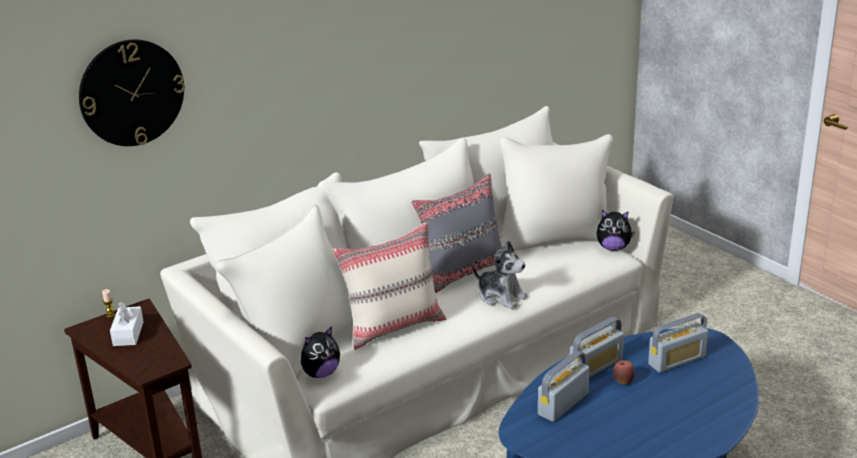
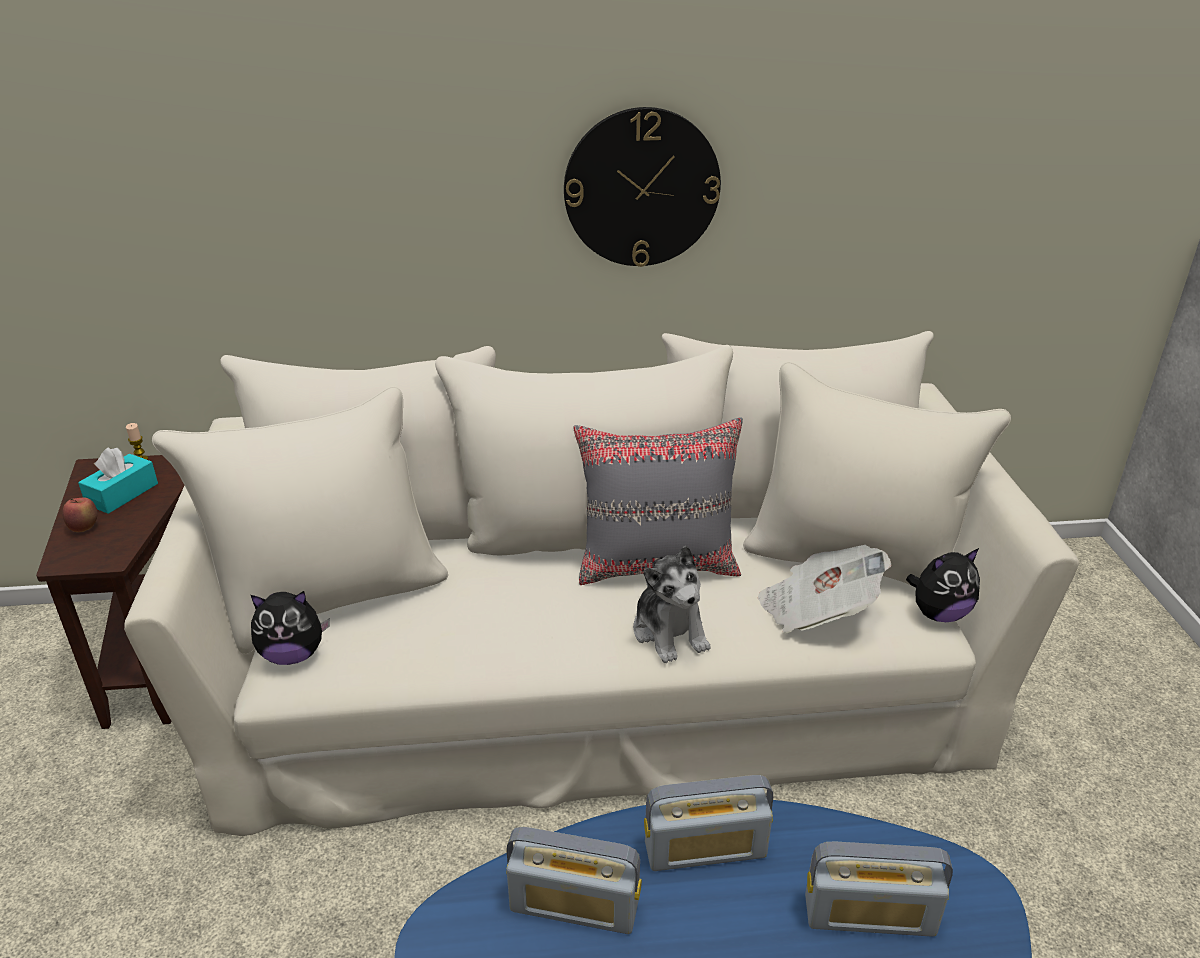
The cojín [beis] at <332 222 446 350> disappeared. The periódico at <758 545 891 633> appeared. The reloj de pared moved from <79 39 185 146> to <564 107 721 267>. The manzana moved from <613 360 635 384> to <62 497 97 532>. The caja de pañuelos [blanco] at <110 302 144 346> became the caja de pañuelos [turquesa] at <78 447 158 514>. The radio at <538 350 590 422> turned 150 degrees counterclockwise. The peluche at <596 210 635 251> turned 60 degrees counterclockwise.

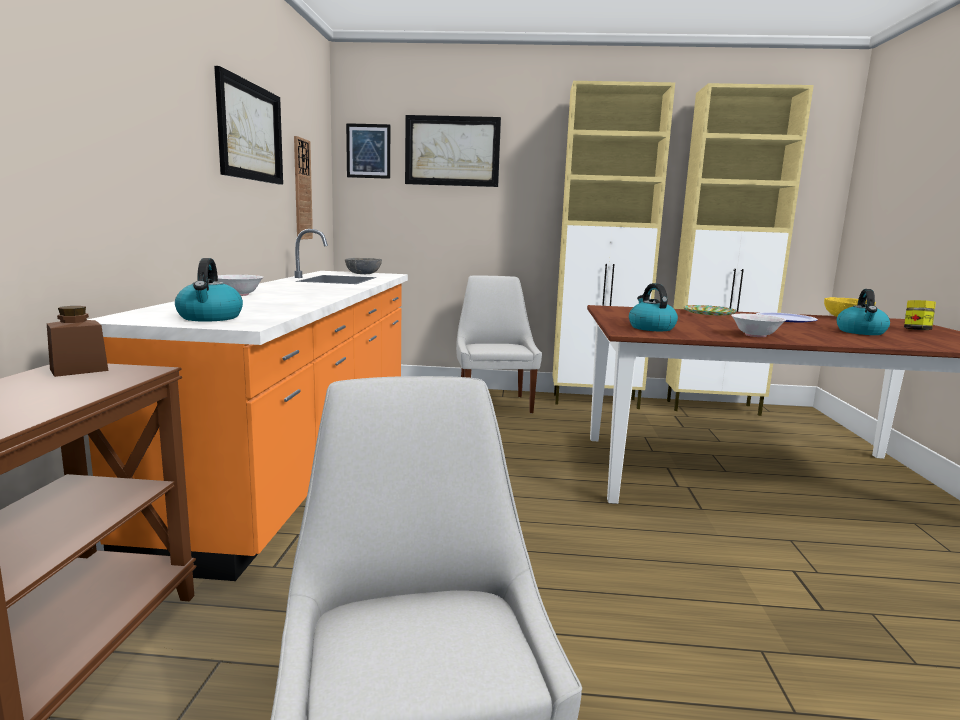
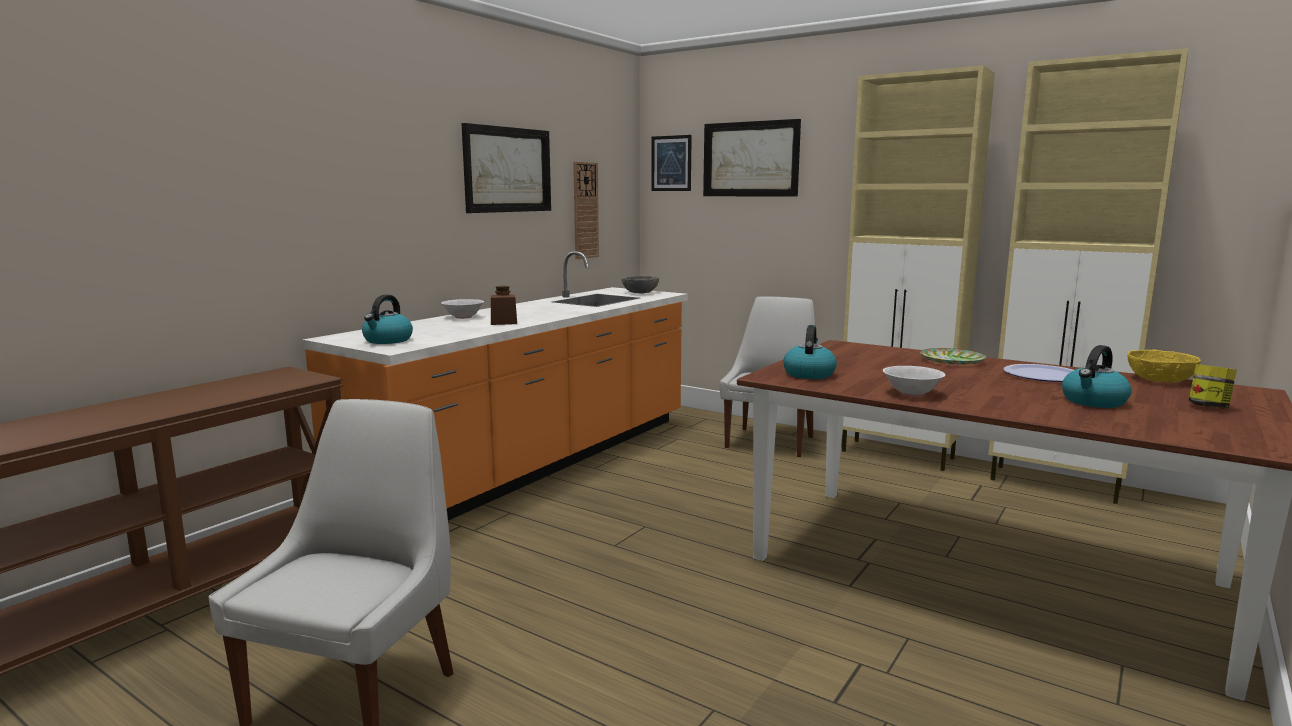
The tarro [marrón] moved from <47 306 108 377> to <491 286 517 325>.

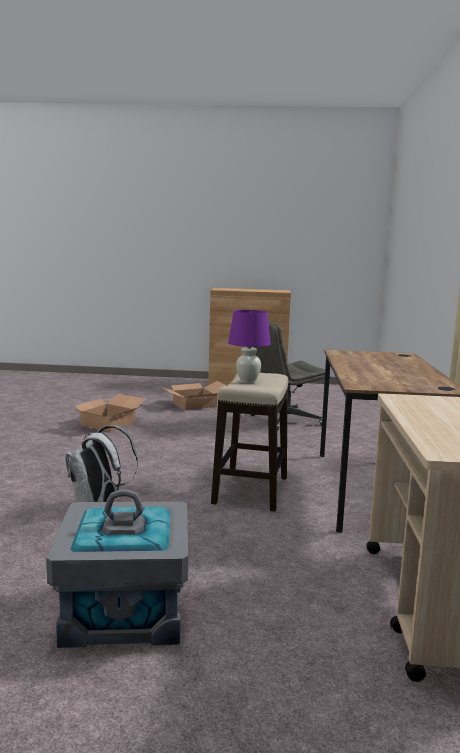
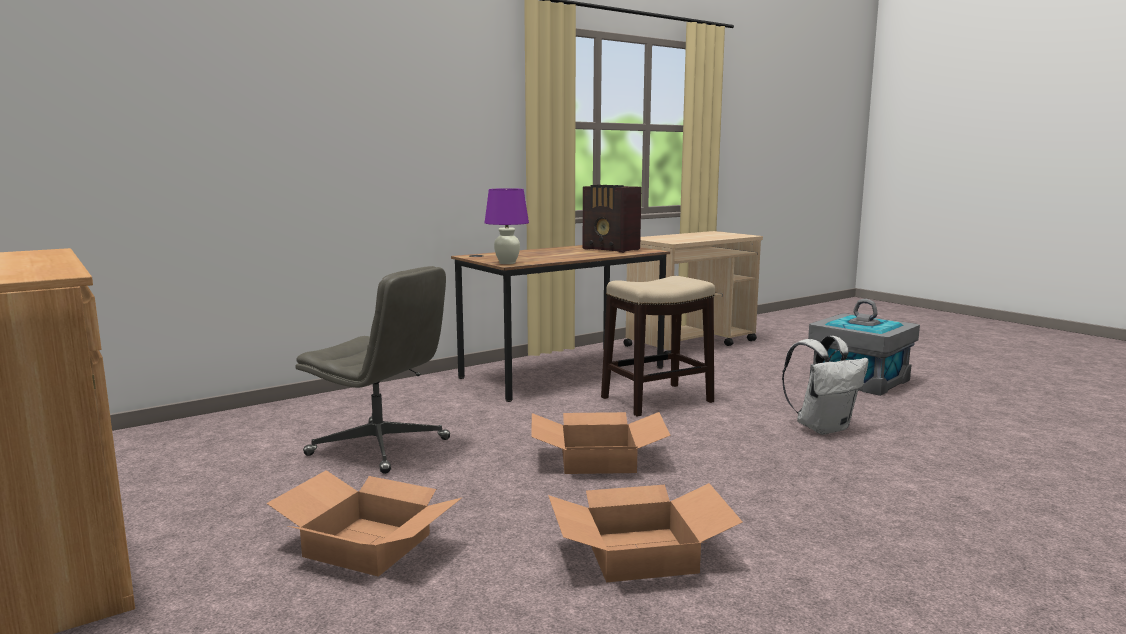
The caja de cartón at <531 412 671 474> appeared. The radio at <583 185 642 253> appeared. The lámpara de mesa [morado] moved from <228 310 271 383> to <484 188 529 264>.

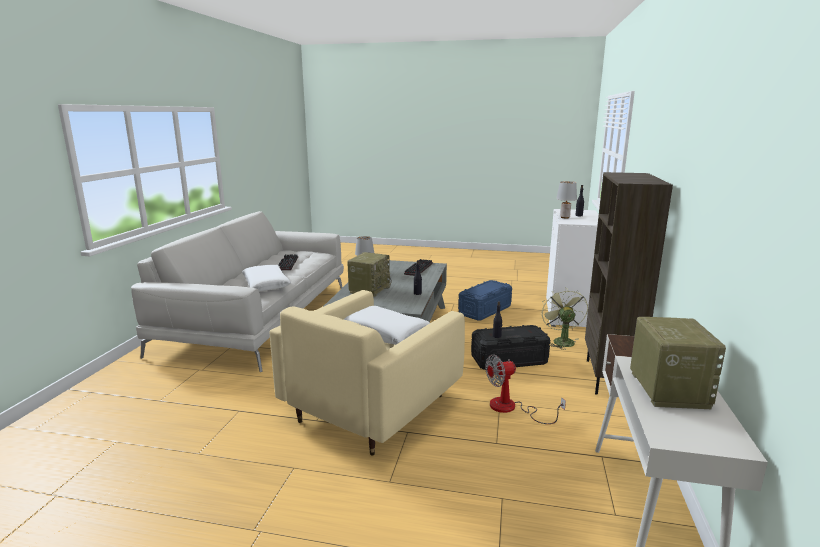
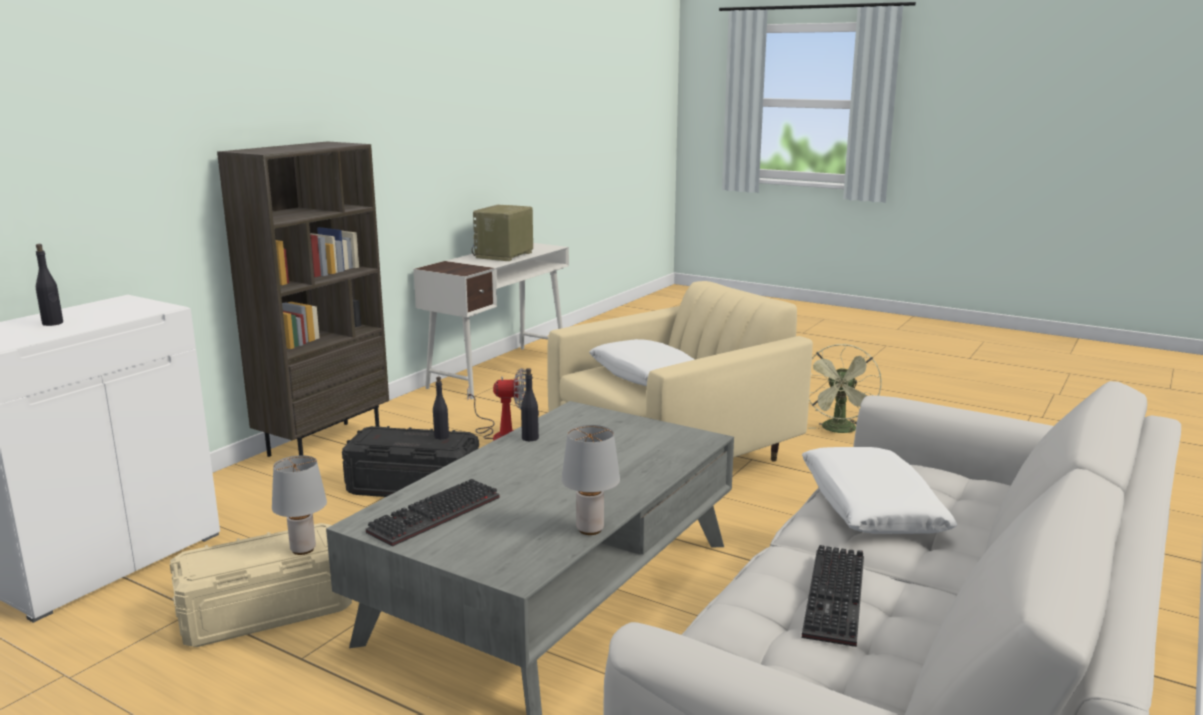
The radio at <347 252 392 297> disappeared. The ventilador [verde] moved from <541 287 588 350> to <809 344 882 433>. The lámpara de mesa [gris] moved from <556 181 577 218> to <272 455 327 555>. The caja de almacenaje [azul] at <458 280 512 320> became the caja de almacenaje [beis] at <170 523 352 647>.

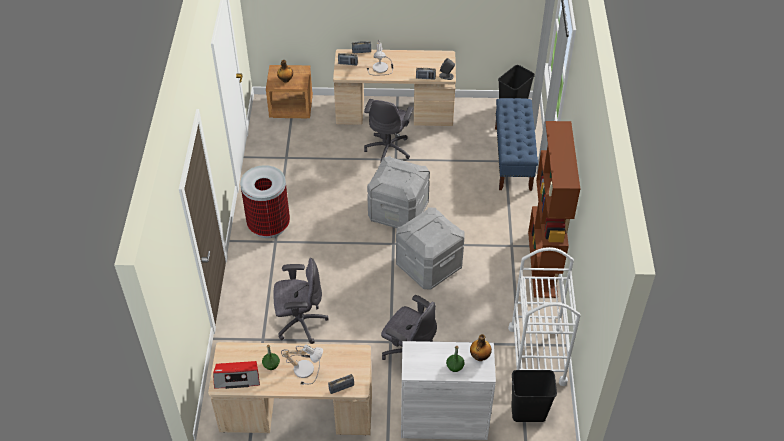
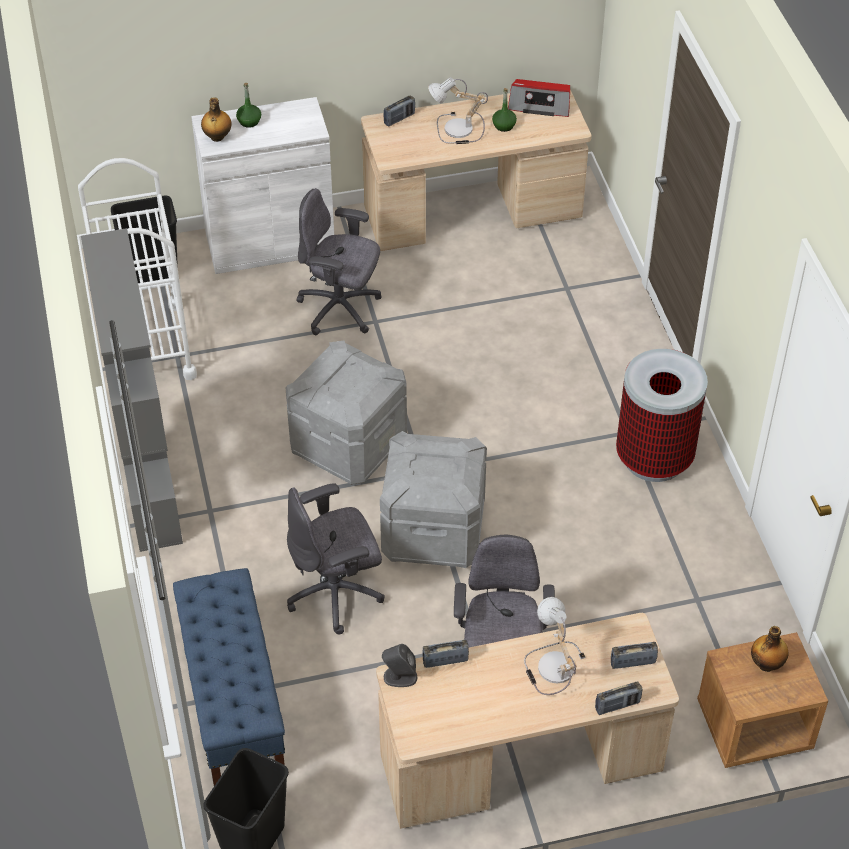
The silla de oficina [gris] moved from <274 258 329 344> to <287 483 385 634>. The estantería [marrón] at <528 121 580 298> became the estantería [gris] at <81 228 183 552>. The radio at <213 361 260 389> turned 150 degrees counterclockwise.

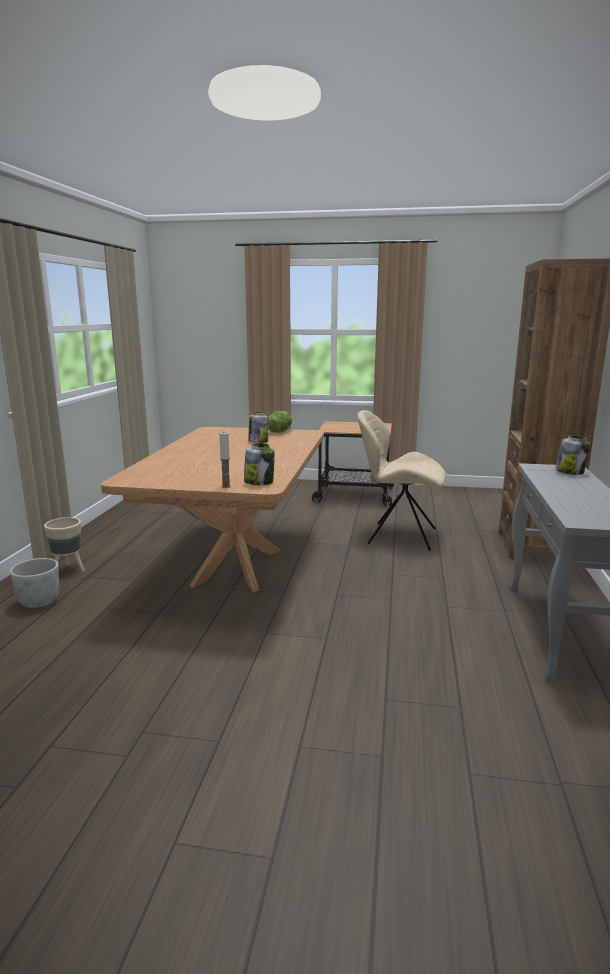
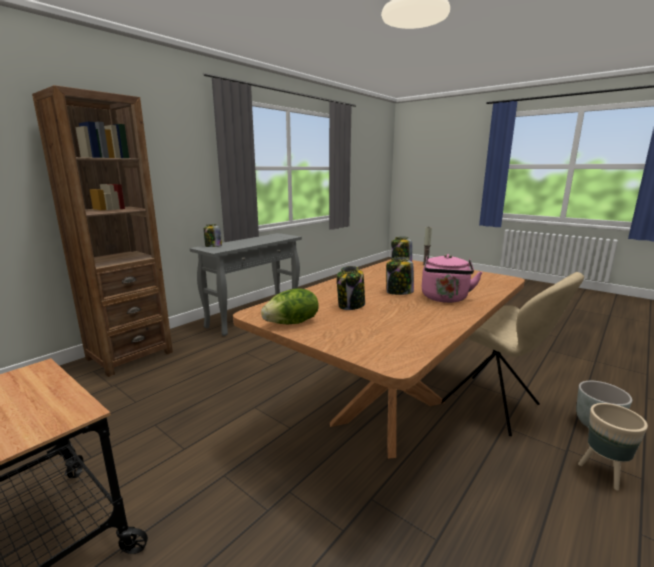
The tarro at <386 257 414 295> appeared. The hervidor [rosa] at <422 254 483 303> appeared. The silla [beis] moved from <357 410 446 551> to <441 272 584 436>.

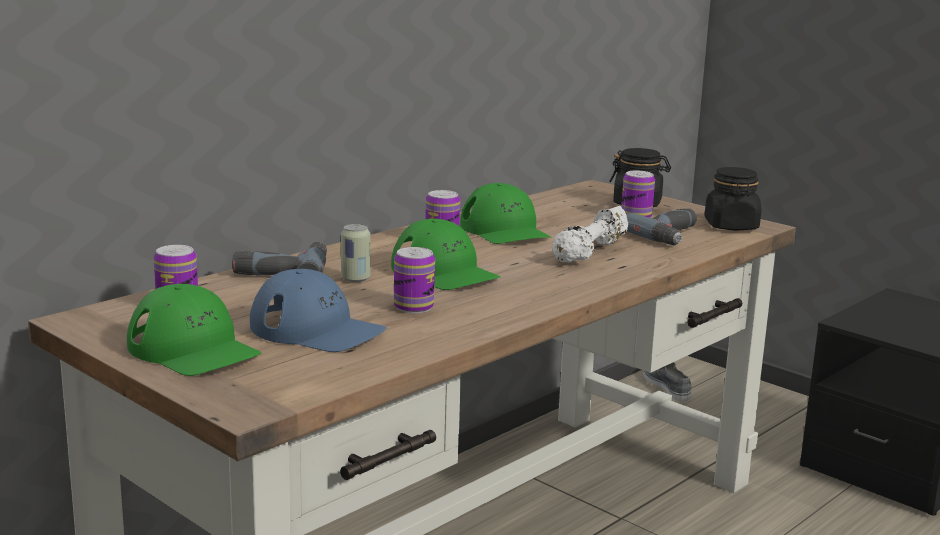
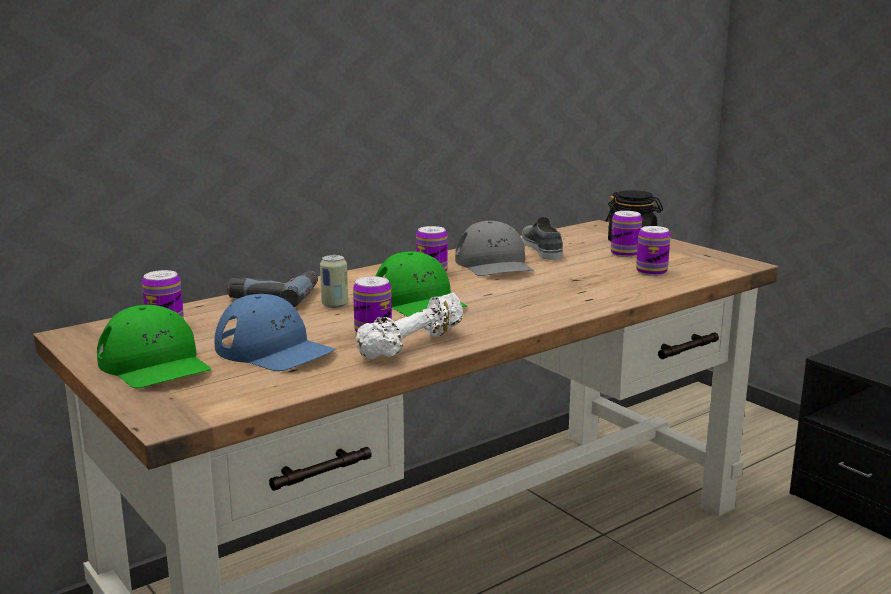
The tarro [negro] at <704 167 761 230> disappeared. The mancuerna [blanco] moved from <552 206 628 263> to <356 293 463 359>. The zapato [gris] moved from <642 362 692 402> to <522 217 563 260>. The taladro at <626 208 696 245> was replaced by the lata at <636 226 670 276>. The gorra [verde] at <460 183 551 244> became the gorra [gris] at <455 221 534 276>.

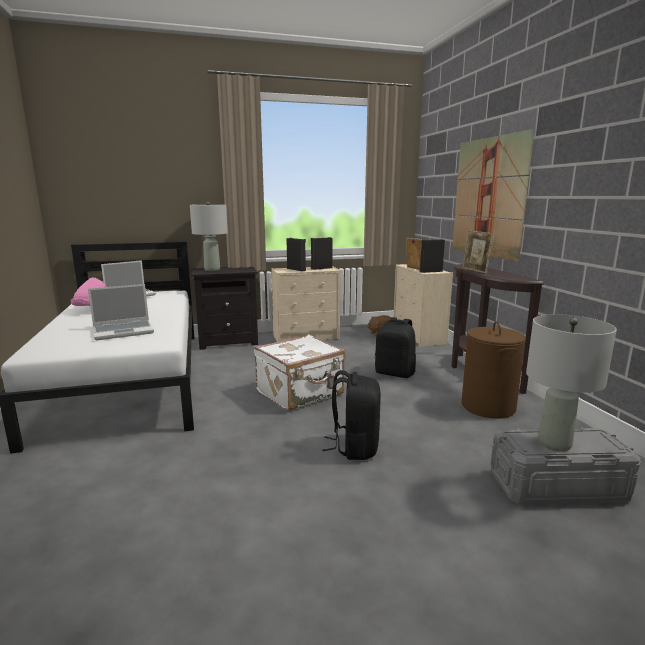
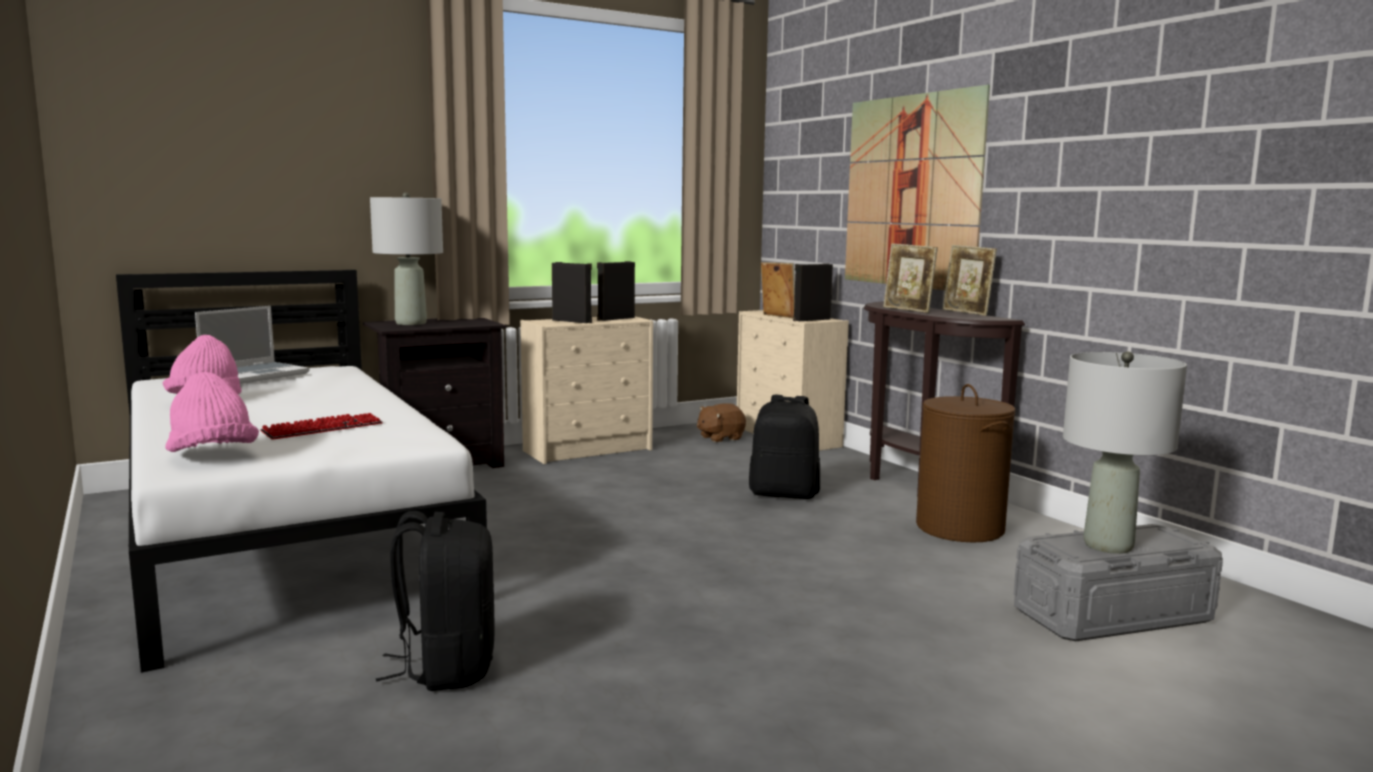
The maleta [blanco] at <254 334 345 411> disappeared. The sombrero [rosa] at <165 372 259 452> appeared. The portarretratos at <943 245 997 316> appeared. The mochila [negro] moved from <322 370 381 460> to <376 511 495 691>. The portátil at <88 284 154 340> was replaced by the teclado at <260 413 383 440>.

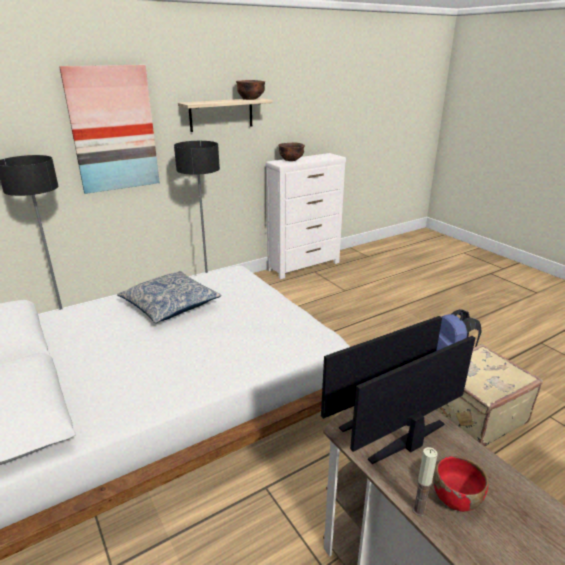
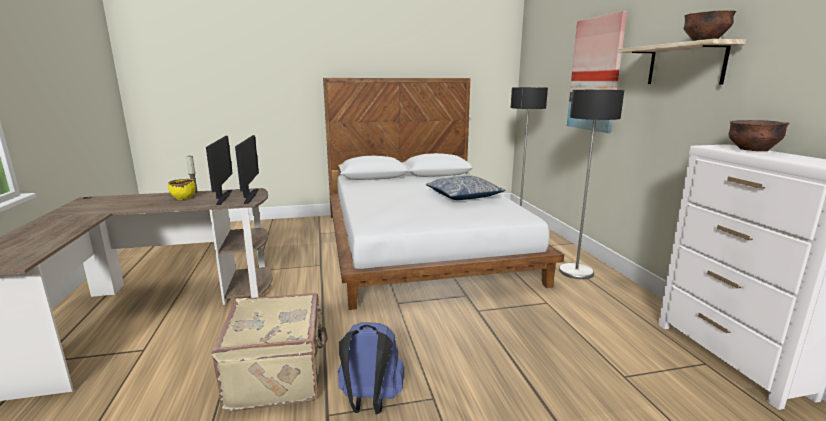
The cuenco [rojo] at <433 456 489 512> became the cuenco [amarillo] at <168 179 196 200>.

